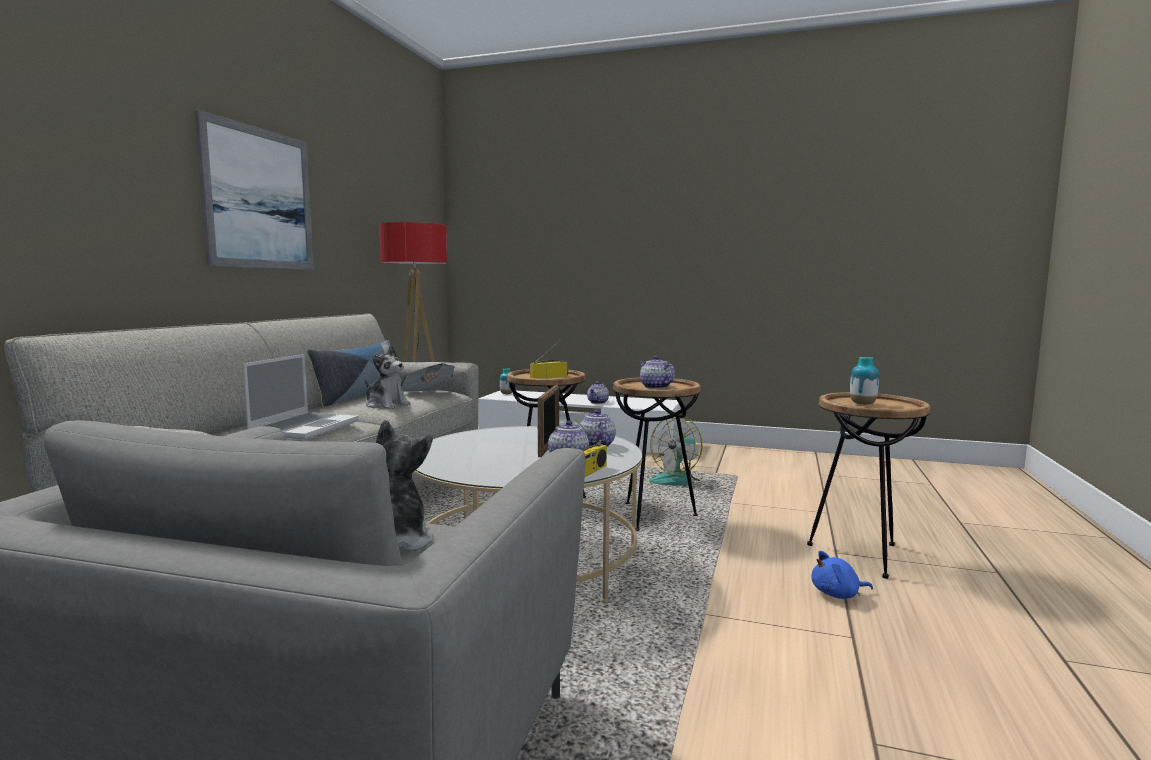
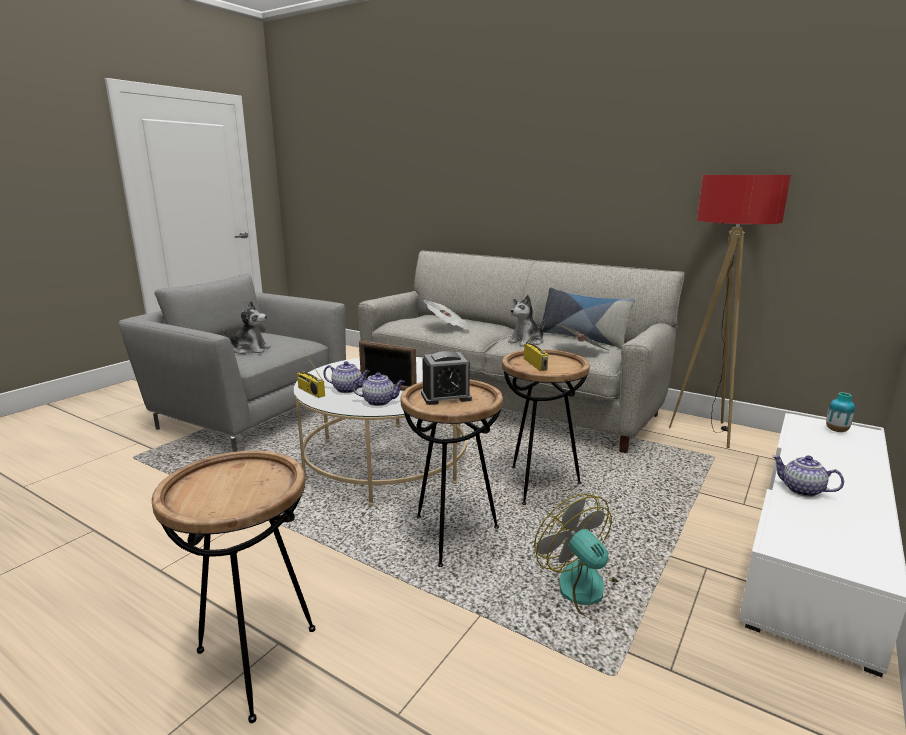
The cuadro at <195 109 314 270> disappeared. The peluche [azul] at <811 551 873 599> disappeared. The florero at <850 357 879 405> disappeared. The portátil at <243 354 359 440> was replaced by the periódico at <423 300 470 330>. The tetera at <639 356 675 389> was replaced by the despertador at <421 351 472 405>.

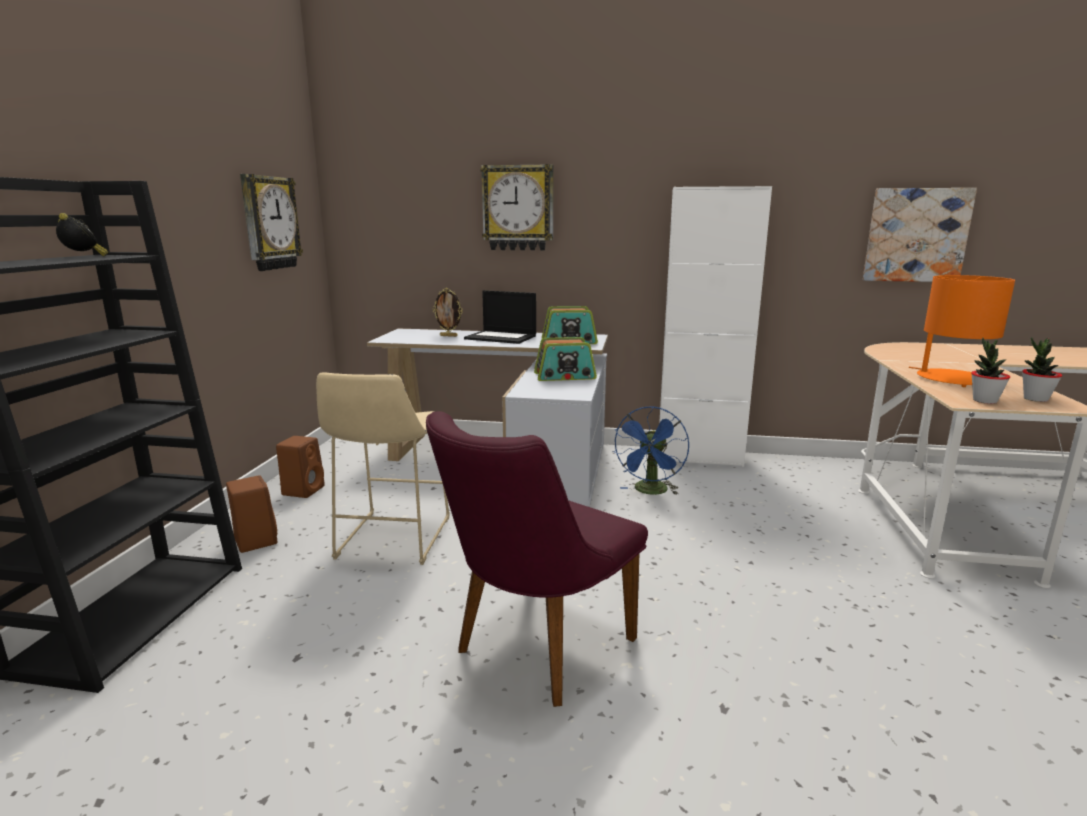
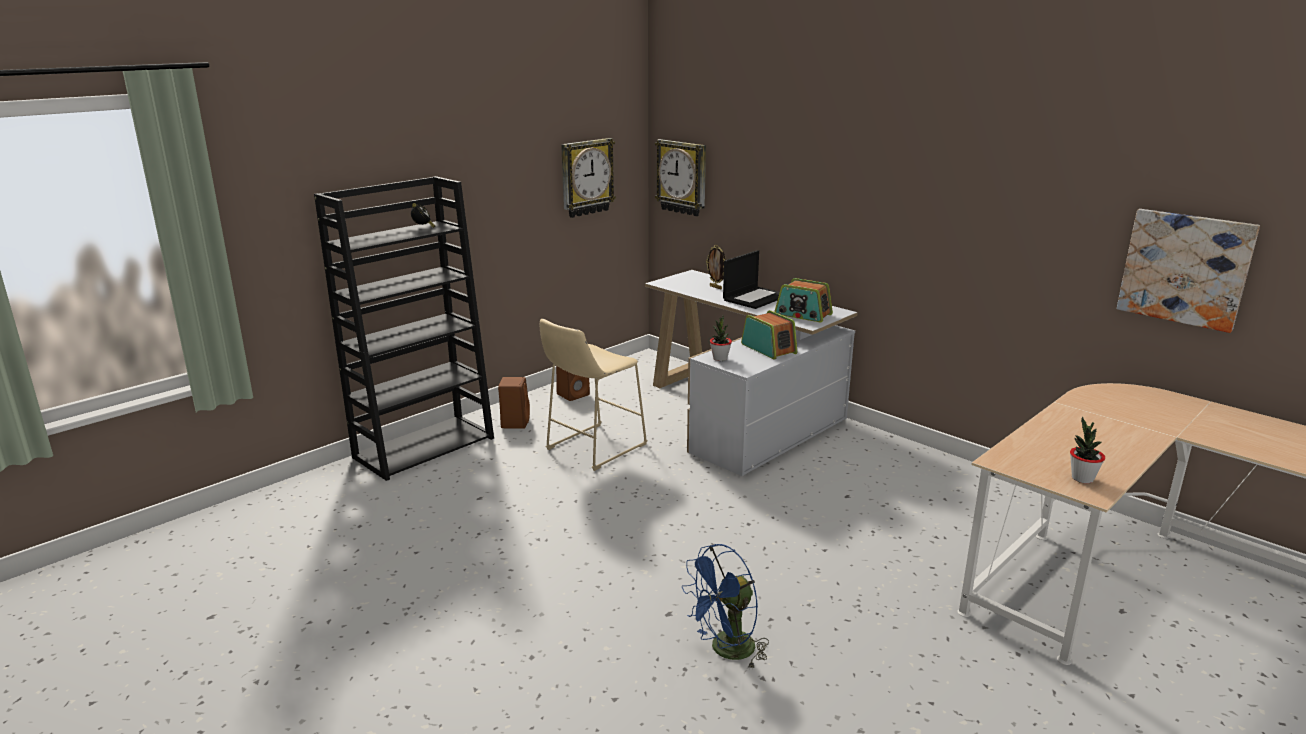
The silla [morado] at <426 411 648 707> disappeared. The armario [blanco] at <659 186 772 467> disappeared. The lámpara de mesa [naranja] at <909 275 1015 387> disappeared. The reloj de pared moved from <480 164 553 250> to <655 139 706 216>. The ventilador [azul] moved from <612 407 689 495> to <682 544 769 668>. The planta en maceta moved from <971 338 1010 404> to <710 316 732 361>. The portátil at <464 290 536 344> turned 105 degrees counterclockwise. The radio at <534 337 597 381> turned 150 degrees counterclockwise.

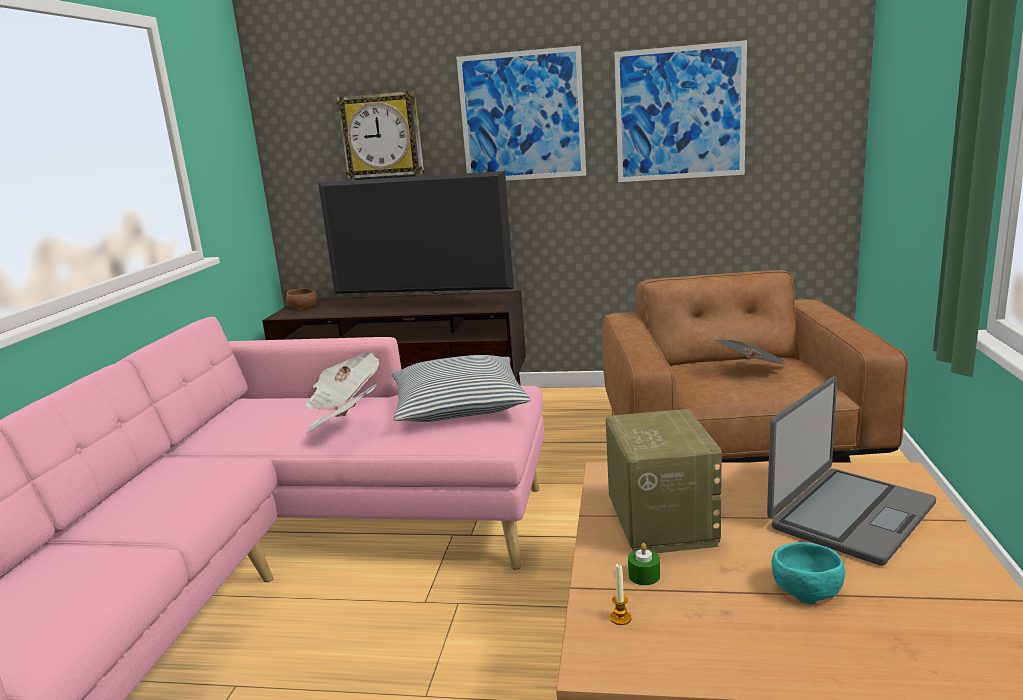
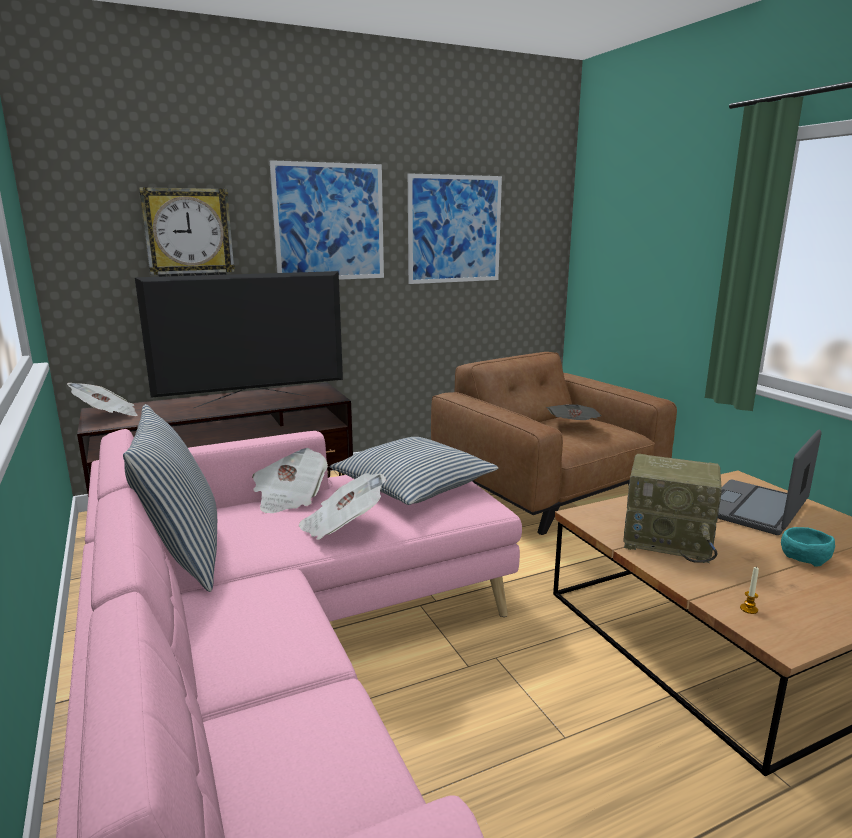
The vela [verde] at <628 543 660 585> disappeared. The cojín at <123 404 217 592> appeared. The cuenco [marrón] at <286 288 317 309> was replaced by the periódico at <67 383 137 416>. The radio at <606 409 722 553> turned 150 degrees clockwise. The portátil at <767 376 936 566> turned 150 degrees counterclockwise.

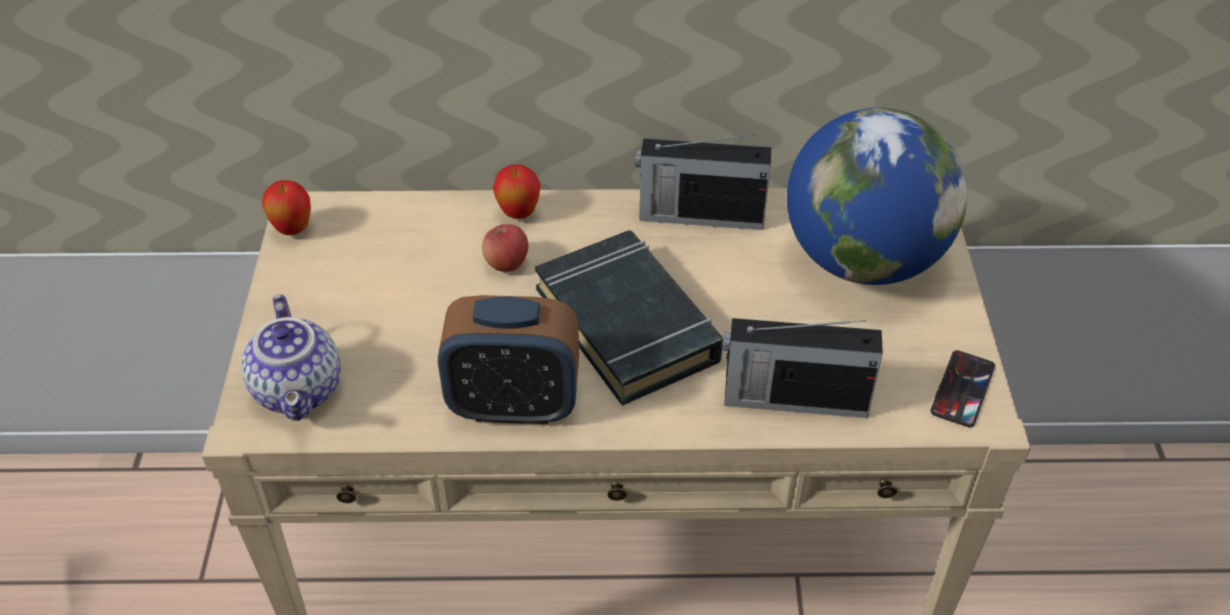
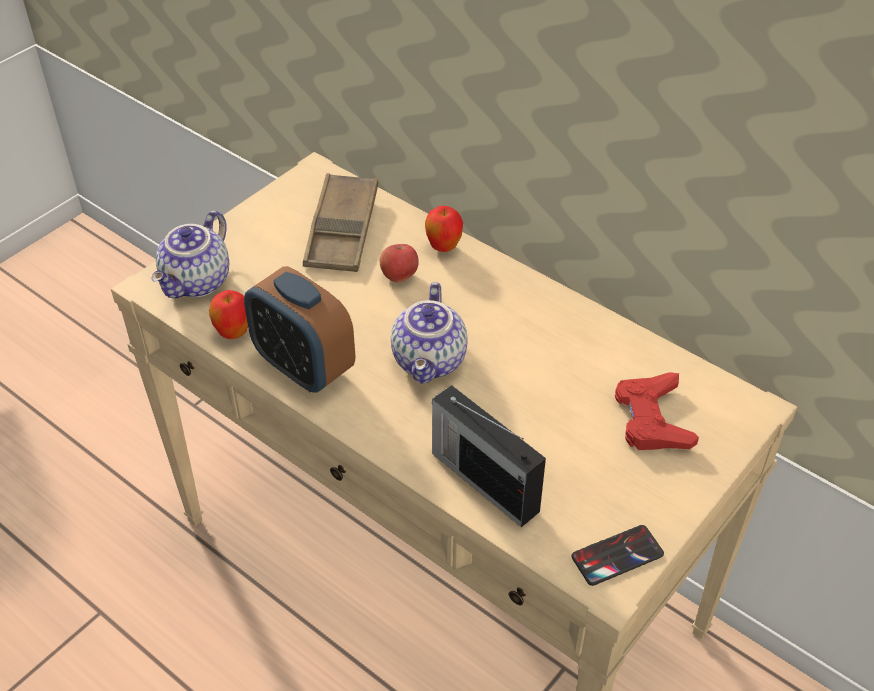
The radio at <635 135 771 230> disappeared. The bandeja [marrón] at <303 173 378 272> appeared. The manzana moved from <262 180 311 235> to <209 290 248 339>. The libro [negro] at <535 230 723 406> was replaced by the tetera at <391 282 468 384>. The globo terráqueo at <787 108 967 285> was replaced by the mando de consola [rojo] at <615 372 699 450>.

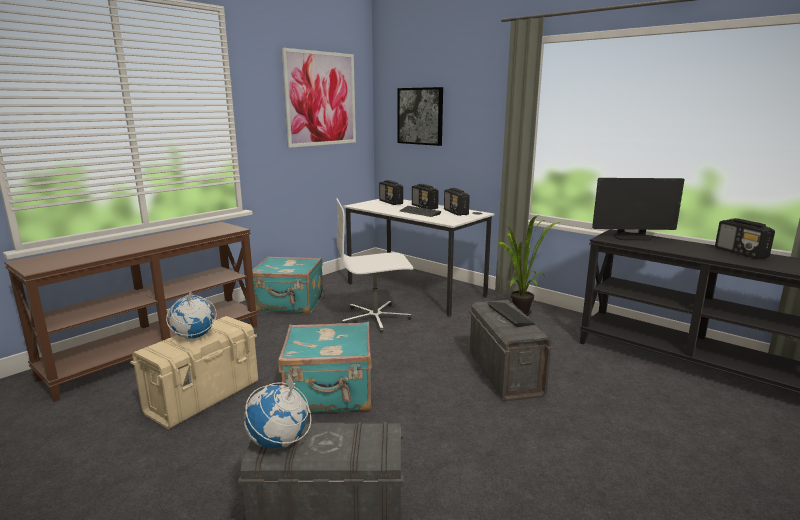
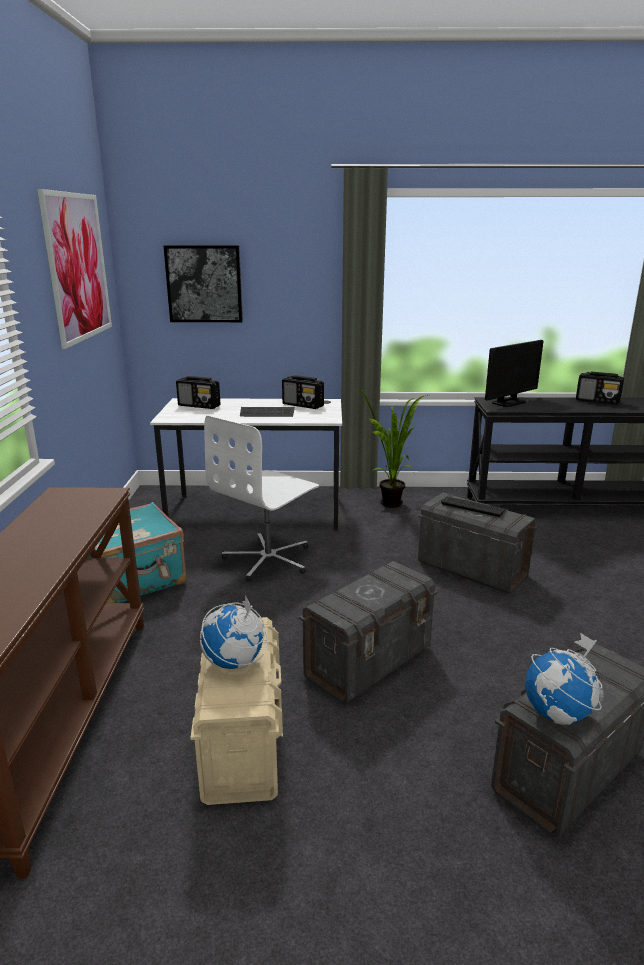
The radio at <412 184 439 210> disappeared. The maleta [turquesa] at <278 322 372 413> was replaced by the caja de almacenaje [gris] at <299 561 438 705>.

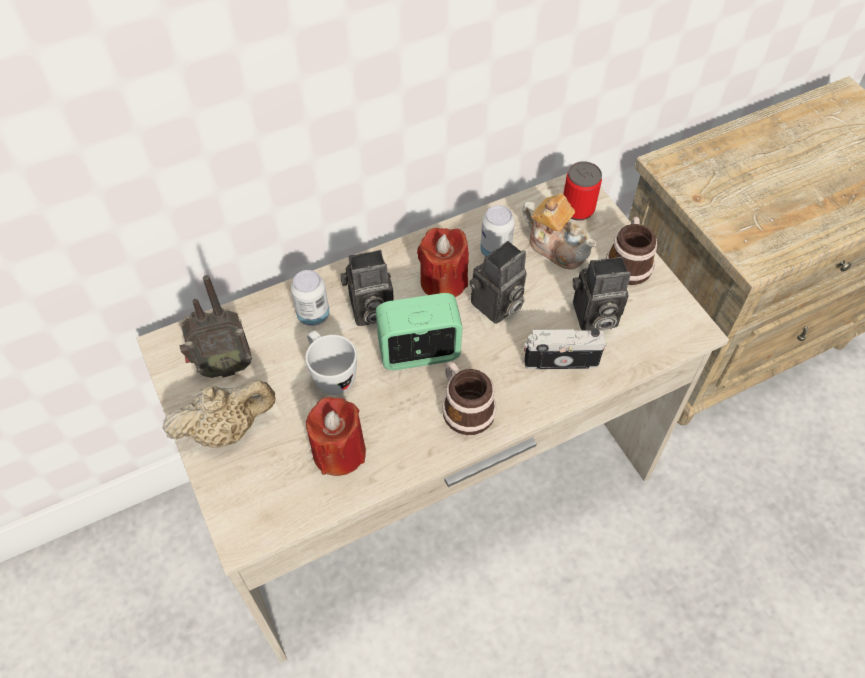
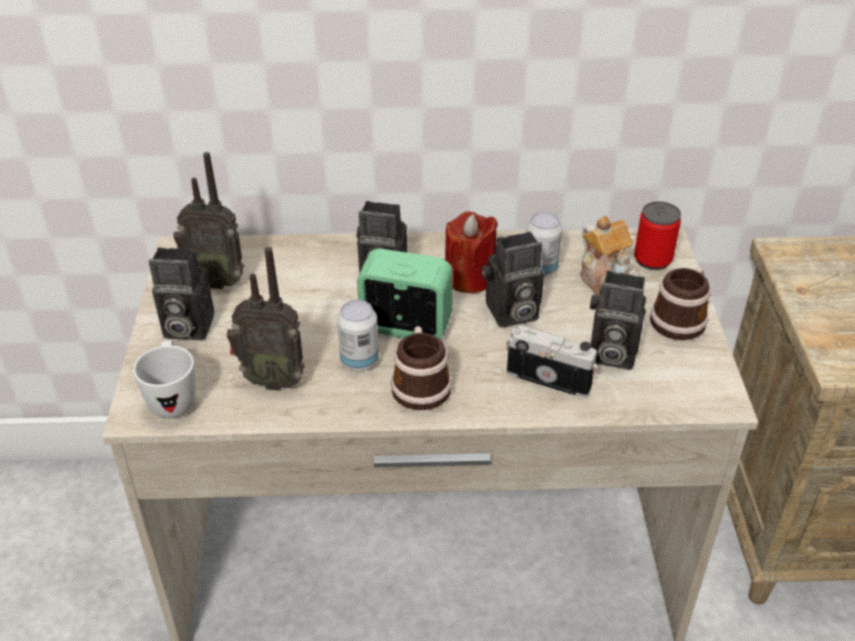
The lata moved from <291 270 330 326> to <337 300 379 370>. The taza grande [blanco] moved from <305 331 357 395> to <133 340 196 418>. The tetera [beis] at <162 380 276 448> was replaced by the cámara at <149 247 214 340>. The vela [rojo] at <306 397 366 476> was replaced by the radio at <227 247 305 391>.

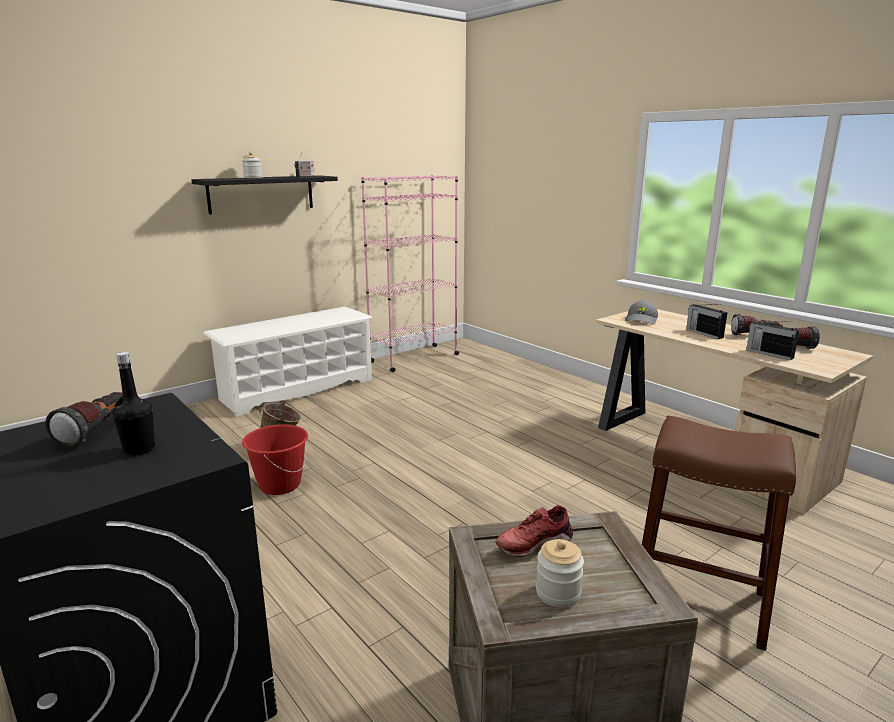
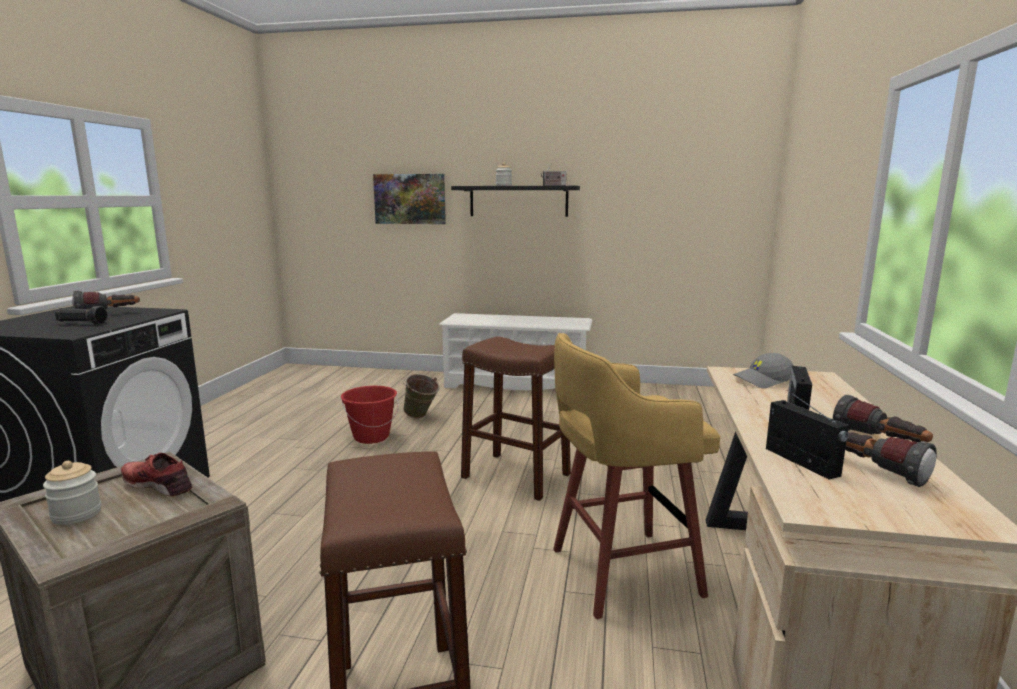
The estantería [rosa] at <361 175 459 372> disappeared. The cuadro at <373 174 446 224> appeared. The taburete [marrón] at <461 336 571 501> appeared. The taburete [amarillo] at <553 333 720 619> appeared. The botella [negro] at <113 352 155 455> was replaced by the linterna [negro] at <55 306 108 324>. The radio at <746 321 799 360> turned 150 degrees clockwise.

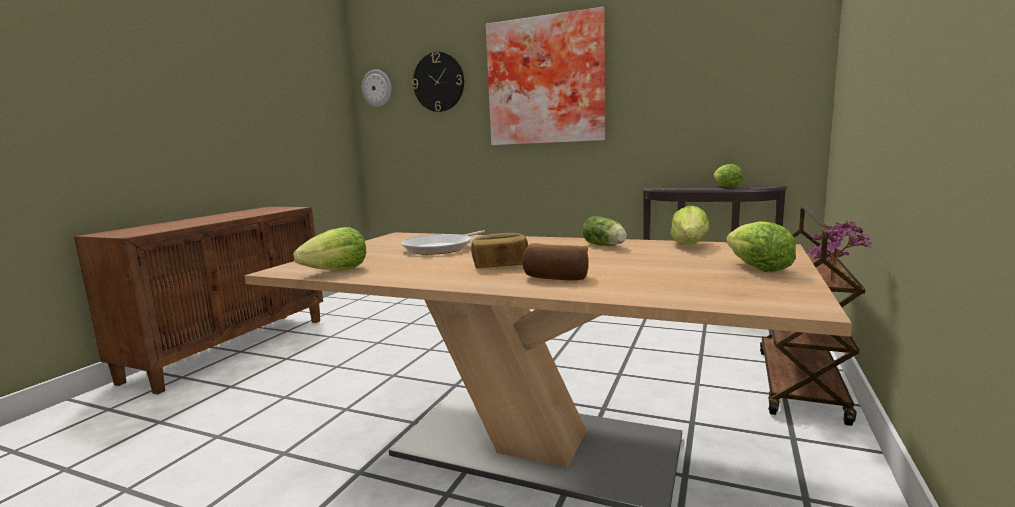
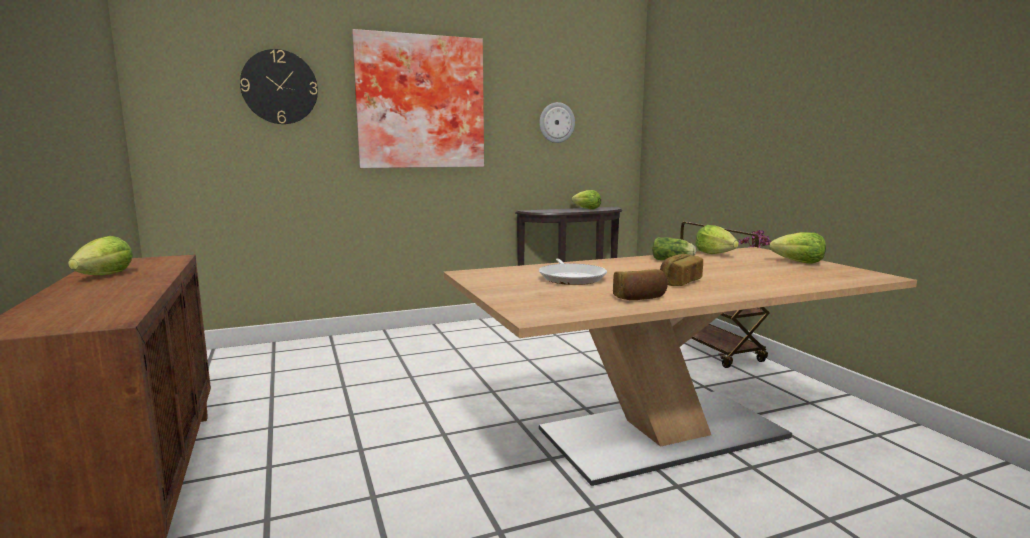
The lechuga moved from <293 227 366 270> to <68 236 133 275>. The reloj de pared moved from <362 69 392 107> to <539 102 575 143>. The pan moved from <522 243 589 281> to <613 269 668 300>.

